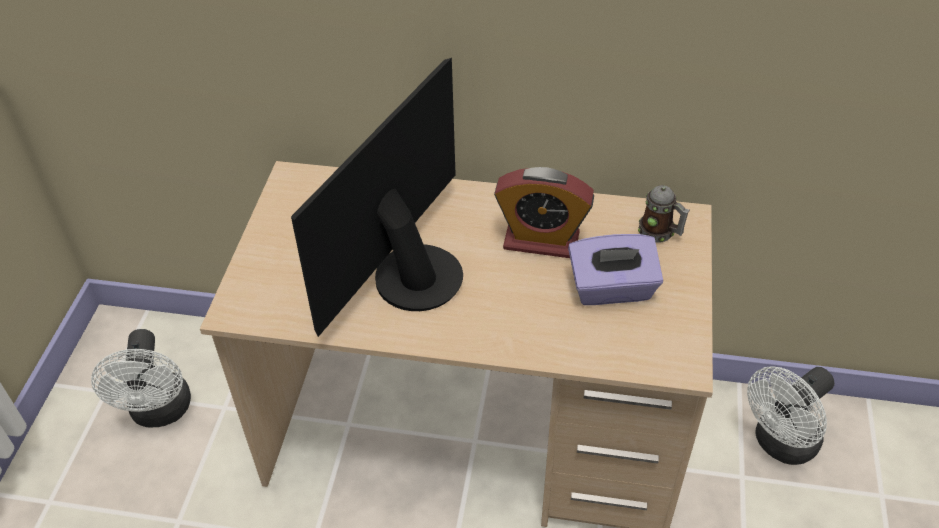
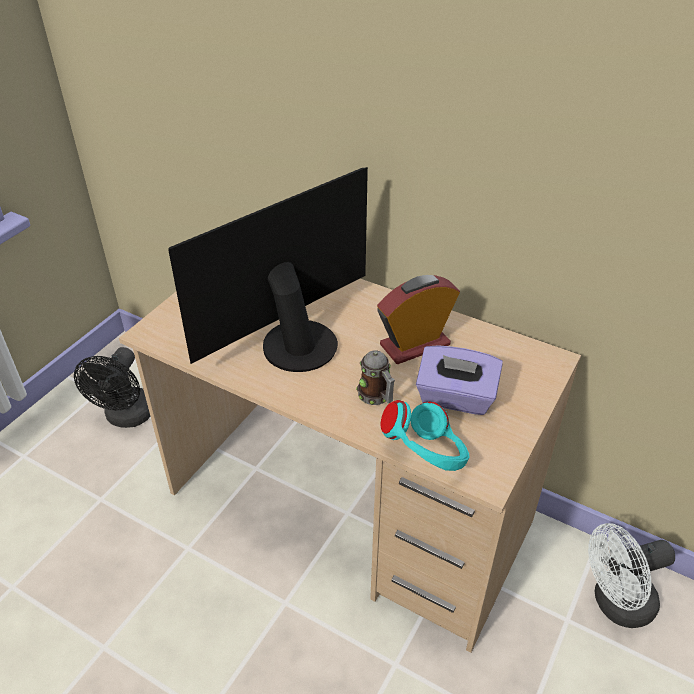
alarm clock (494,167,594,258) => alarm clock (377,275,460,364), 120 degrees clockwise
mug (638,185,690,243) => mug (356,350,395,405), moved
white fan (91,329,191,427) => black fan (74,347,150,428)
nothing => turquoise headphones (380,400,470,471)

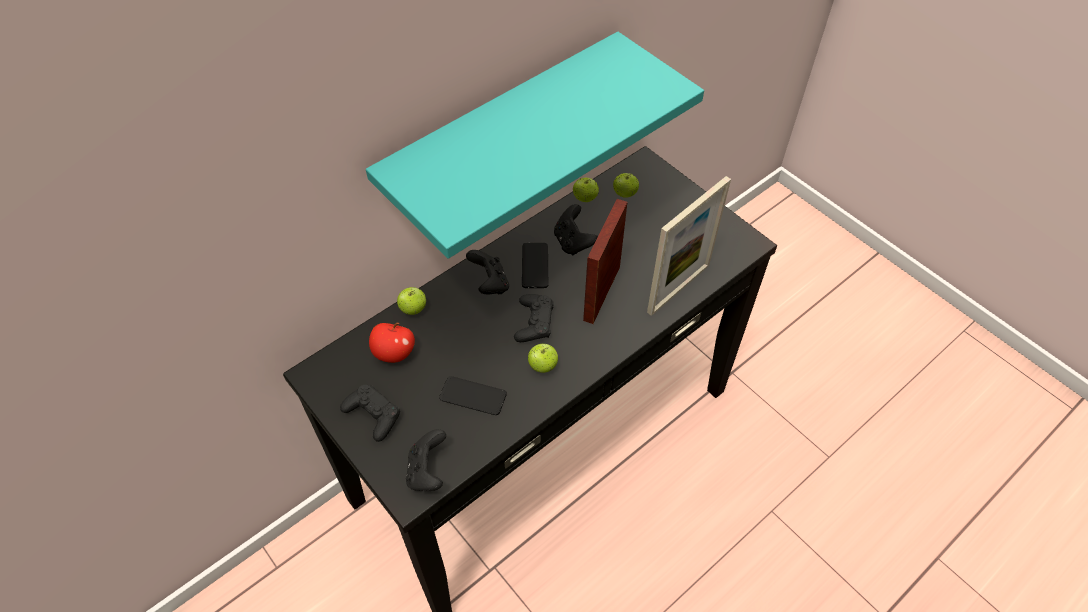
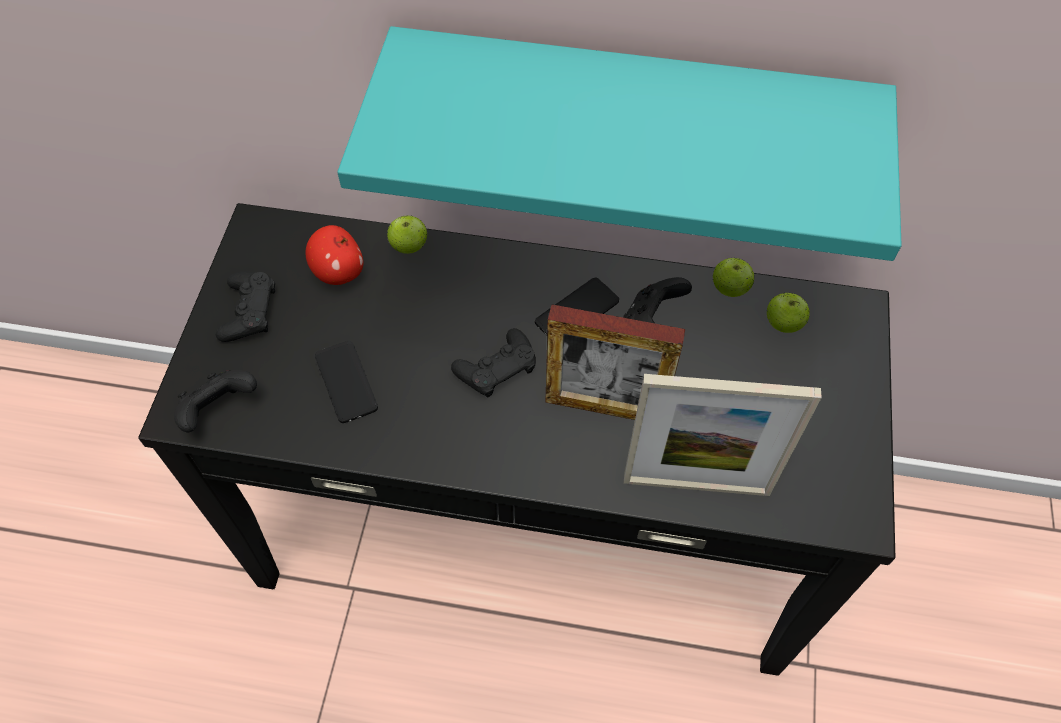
picture frame (583,199,627,324) => picture frame (545,305,685,420), 150 degrees counterclockwise
black game controller (466,250,509,295) => nothing
apple (528,343,558,373) => nothing

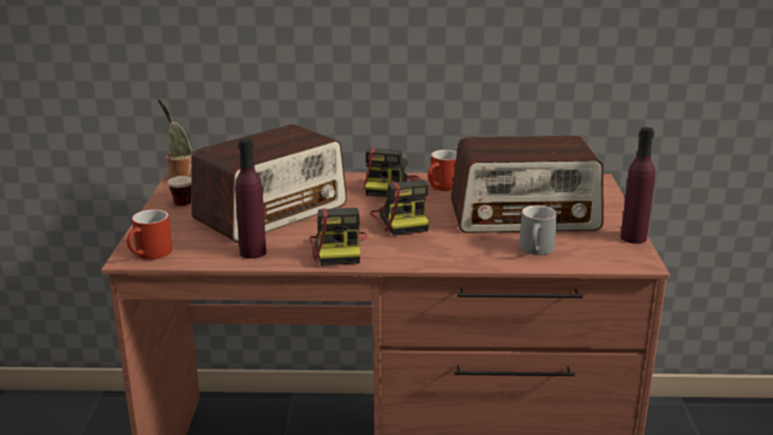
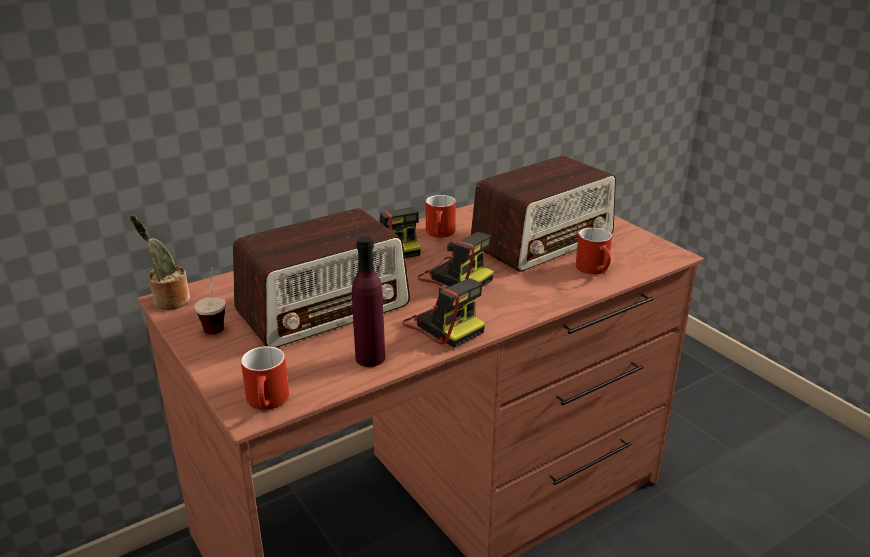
radio (191,124,347,242) => radio (233,208,410,348), 45 degrees clockwise
purple bottle (620,127,655,244) => nothing
grey mug (520,205,557,255) => red mug (576,227,612,275)

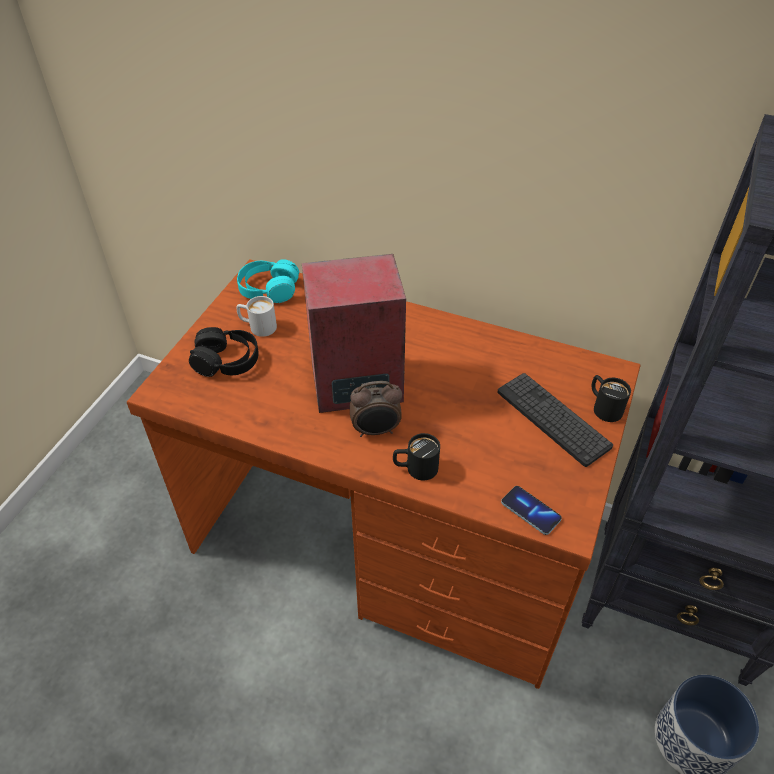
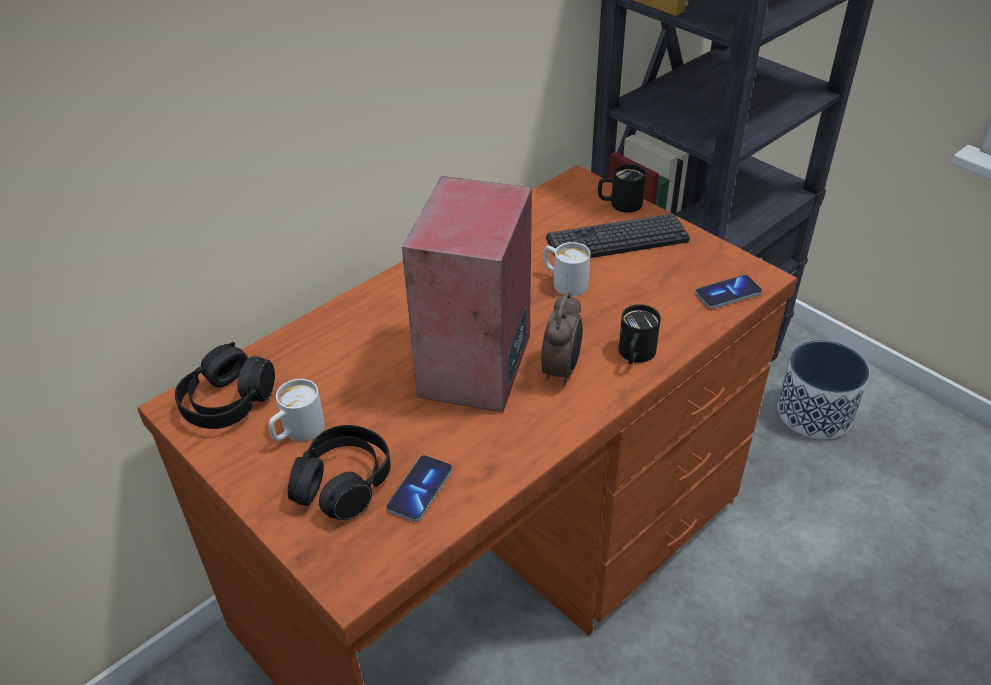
turquoise headphones (237,259,299,303) => black headphones (175,342,275,429)
nothing => white mug (544,242,591,296)
nothing => phone (386,455,453,522)

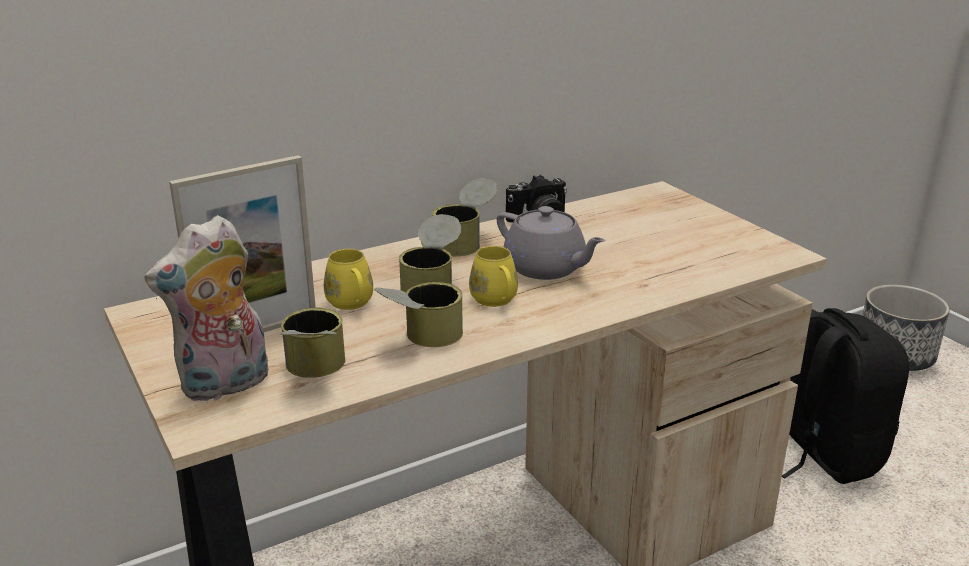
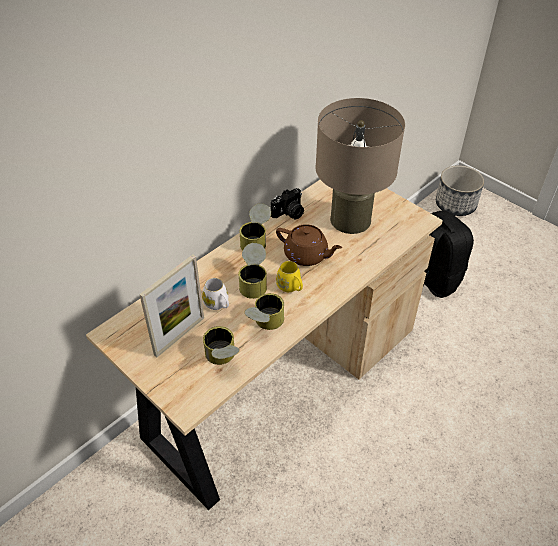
grey teapot (497,206,605,280) => brown teapot (276,224,342,266)
plush toy (144,215,268,402) => nothing
yellow mug (324,249,373,310) => white mug (202,278,229,310)
nothing => beige table lamp (315,98,405,234)

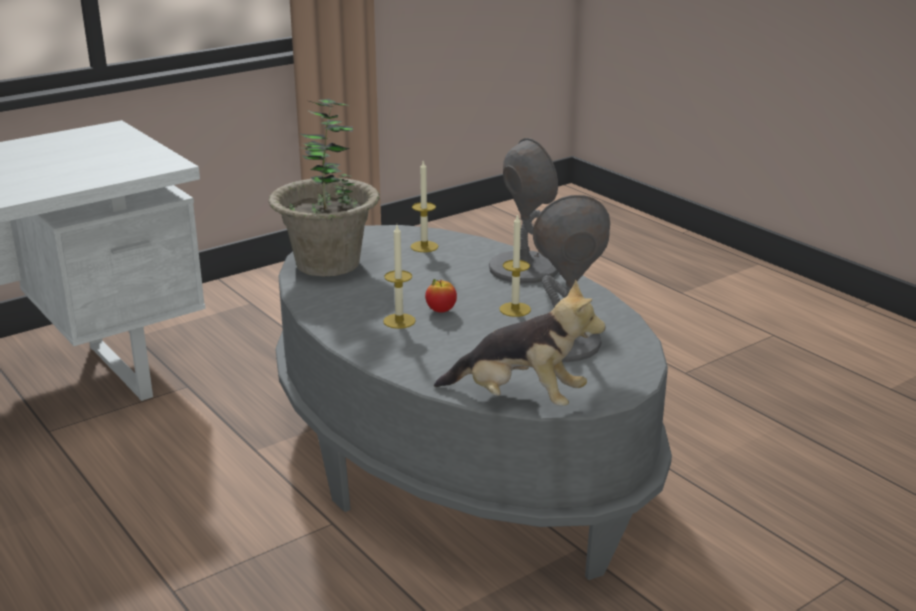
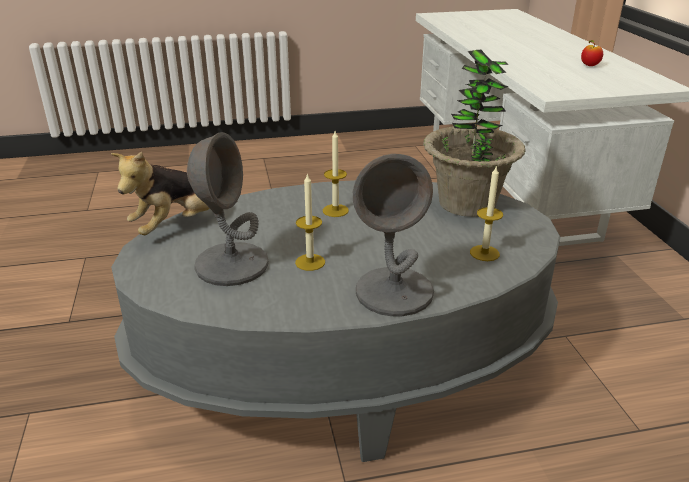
apple (425,279,457,313) => apple (581,40,603,66), moved

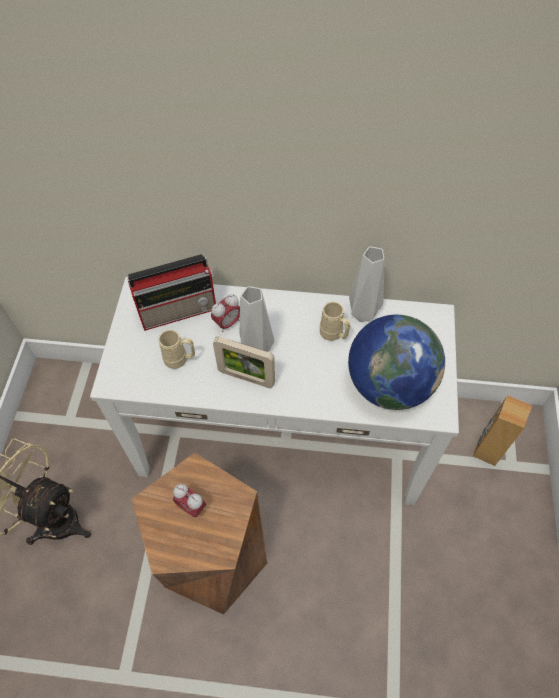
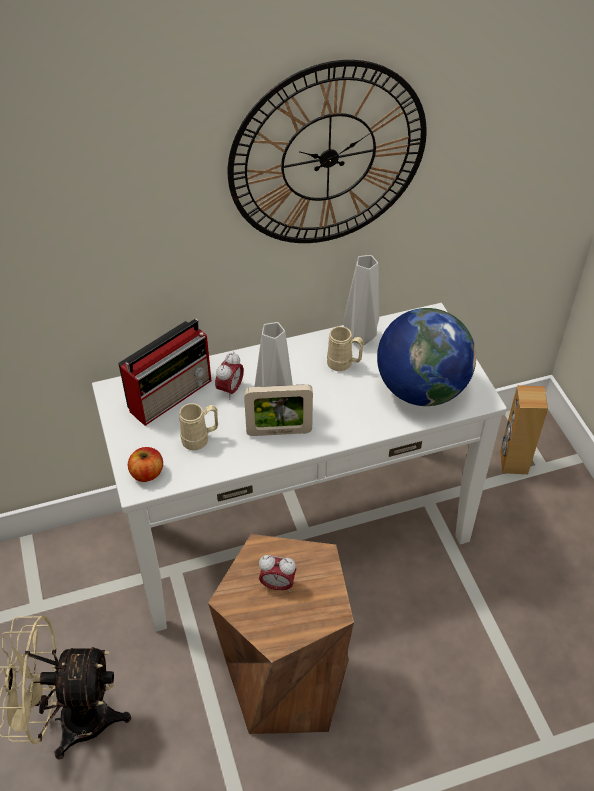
nothing => wall clock (228,60,427,243)
nothing => apple (128,447,163,482)

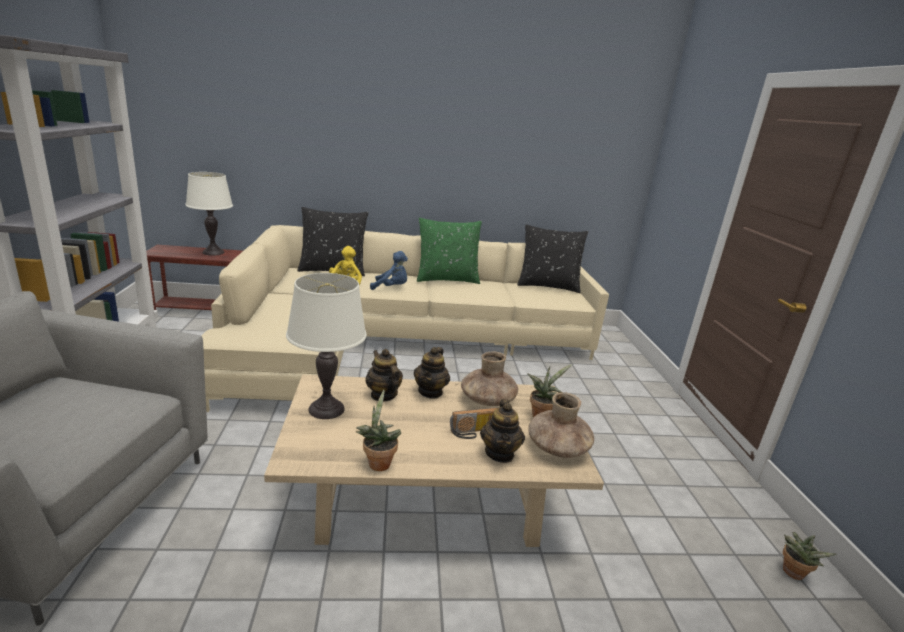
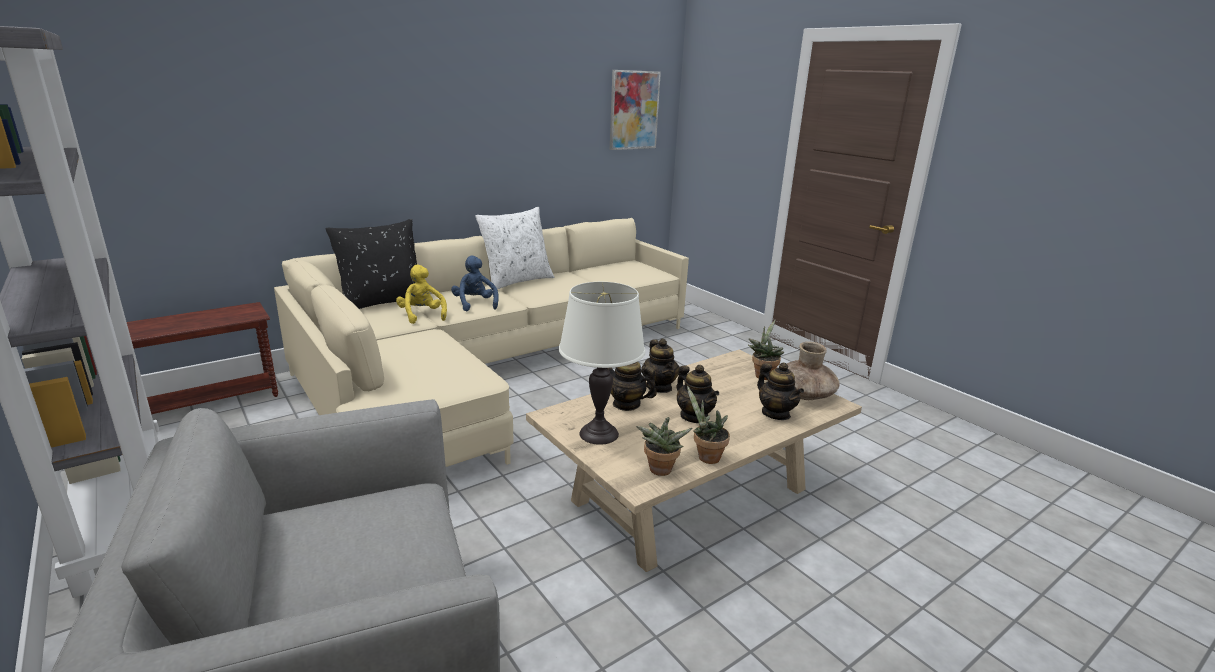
white table lamp (185,172,233,256) => nothing
green pillow (417,218,482,284) => white pillow (476,207,554,291)
black pillow (517,224,588,293) => nothing
blue plush toy (370,251,408,290) => blue plush toy (451,256,499,312), 90 degrees counterclockwise
brown vase (461,352,518,406) => nothing
radio (450,407,499,439) => nothing
potted plant (783,532,837,580) => potted plant (636,417,692,476), moved
nothing => picture (610,70,661,150)
nothing => teapot (677,365,719,423)

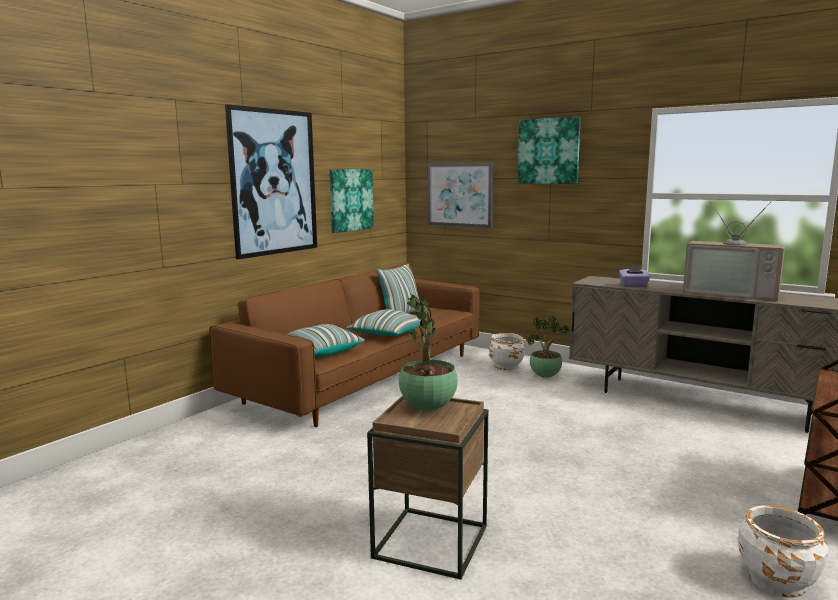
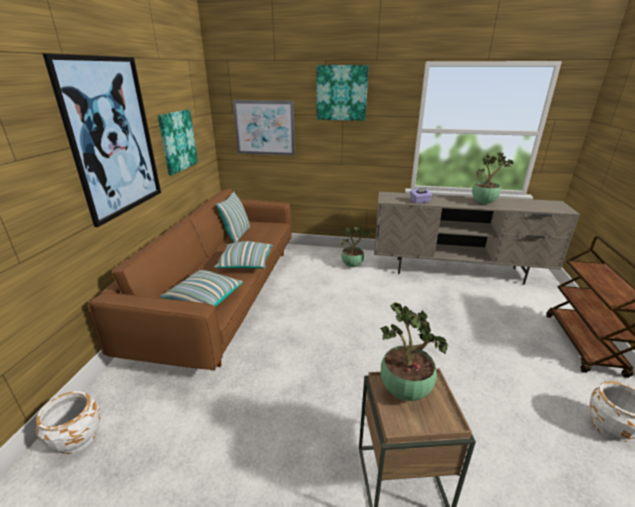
television (683,200,785,302) => potted plant (472,152,514,204)
white planter (488,333,526,370) => white planter (36,391,100,454), moved

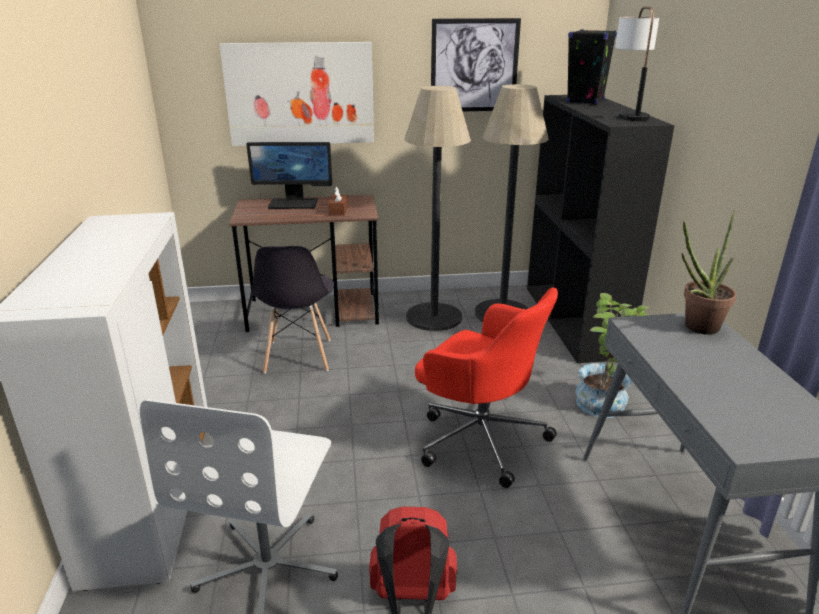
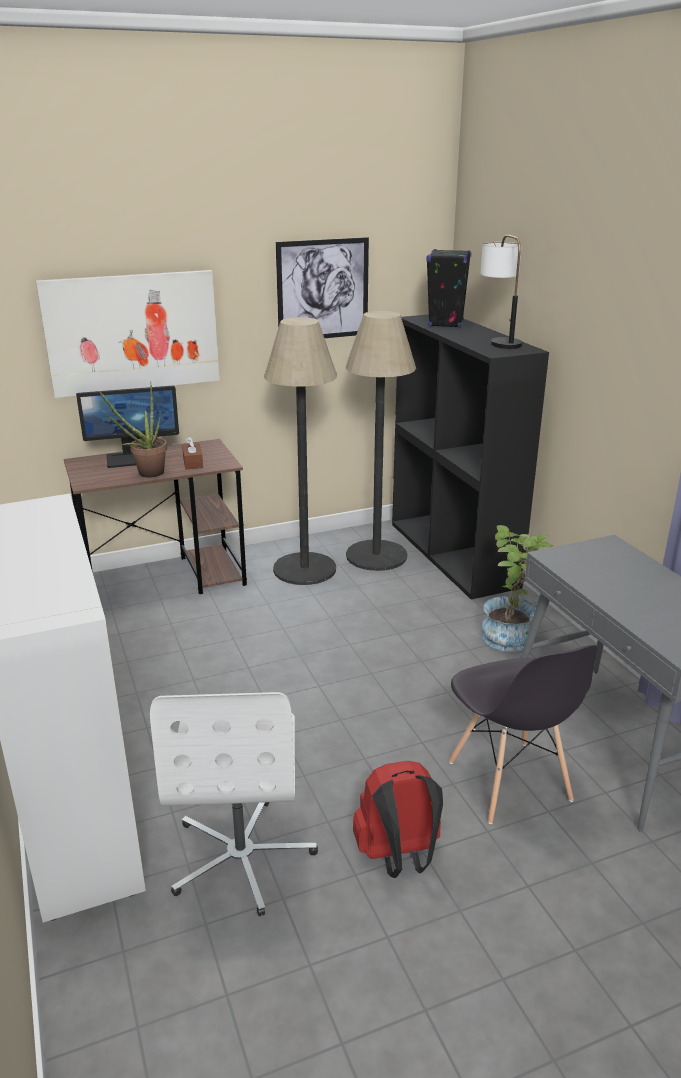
potted plant (681,210,737,335) => potted plant (99,381,167,478), moved
grey chair (251,246,334,374) => grey chair (449,645,597,824), moved
red office chair (415,287,558,488) => nothing

